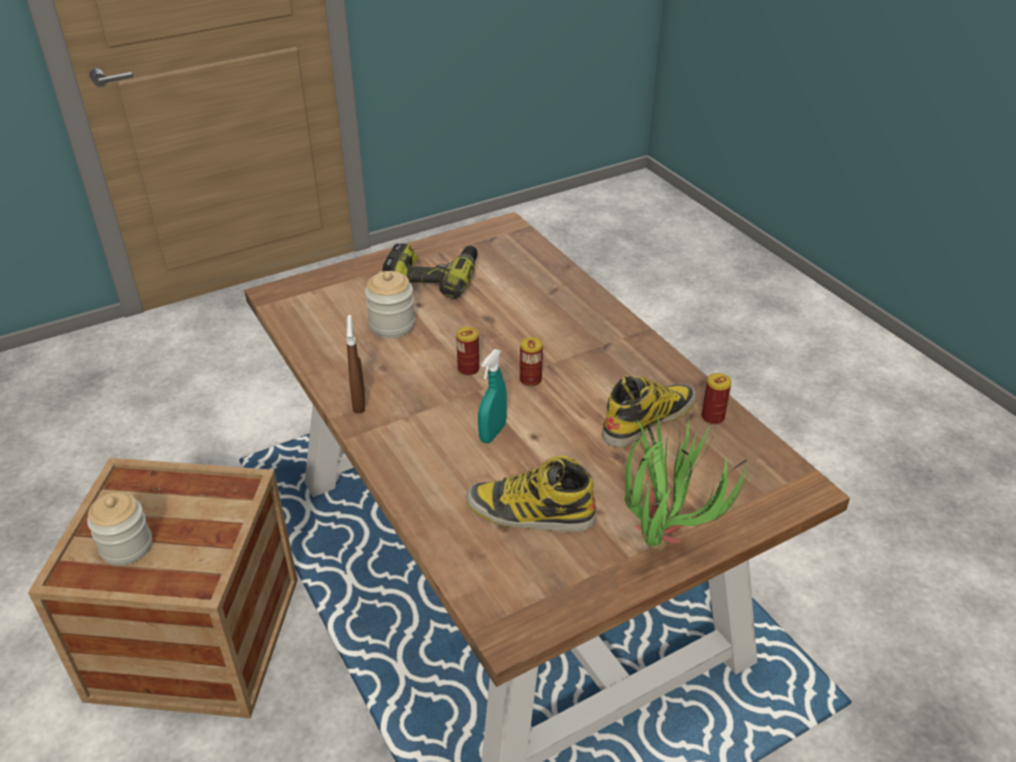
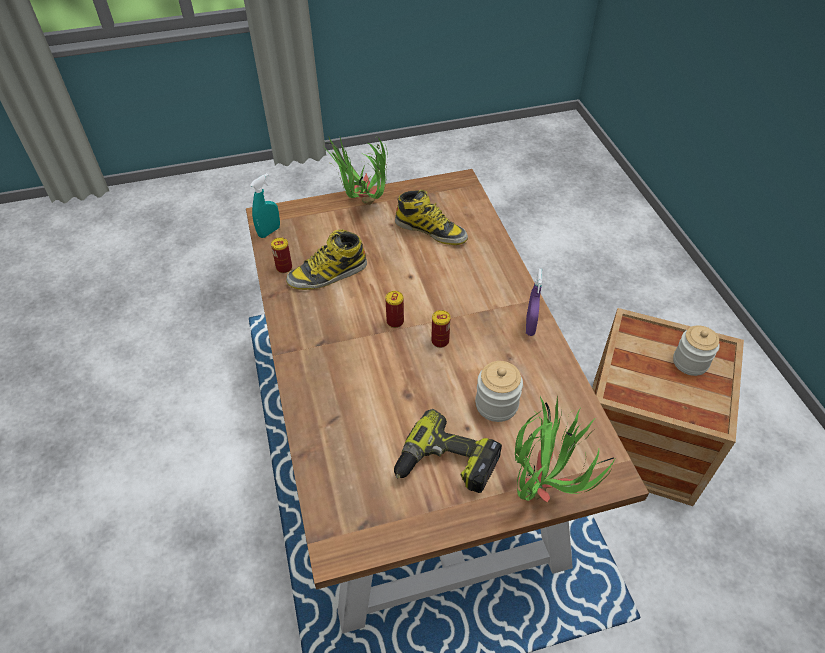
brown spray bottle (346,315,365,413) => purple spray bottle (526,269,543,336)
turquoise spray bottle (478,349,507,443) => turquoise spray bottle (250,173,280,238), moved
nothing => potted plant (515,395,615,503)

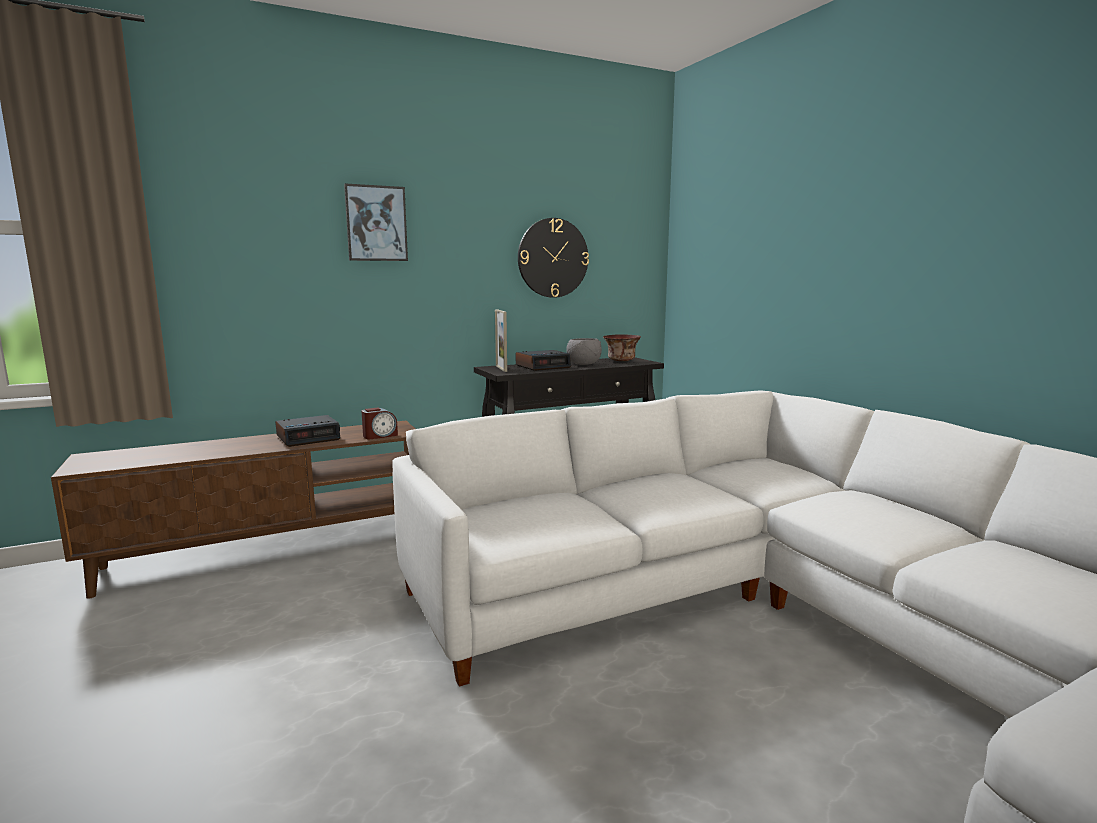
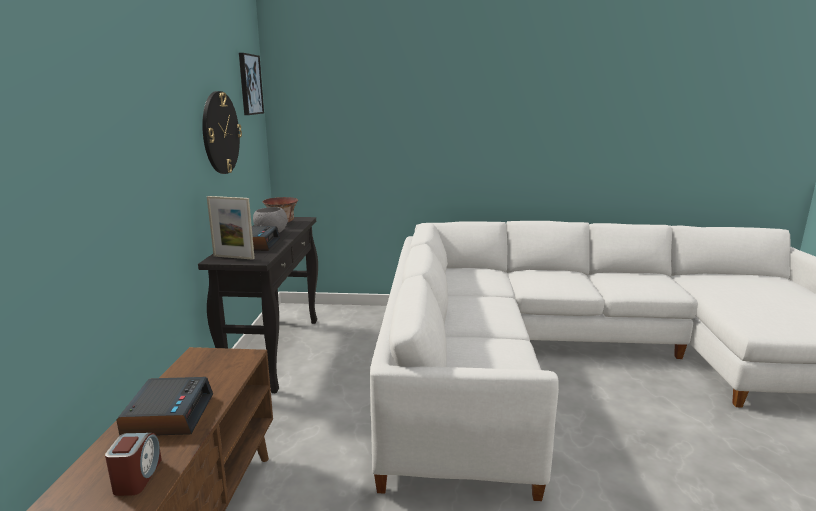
picture (344,183,408,261) => picture (239,53,264,115), moved
alarm clock (361,408,398,439) => alarm clock (105,433,162,496), moved

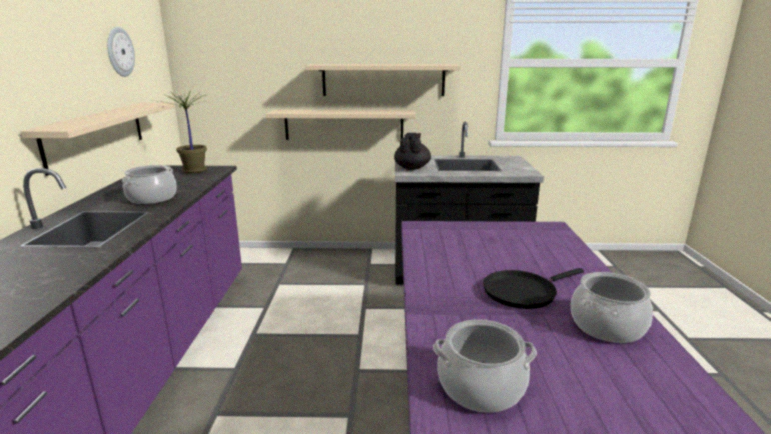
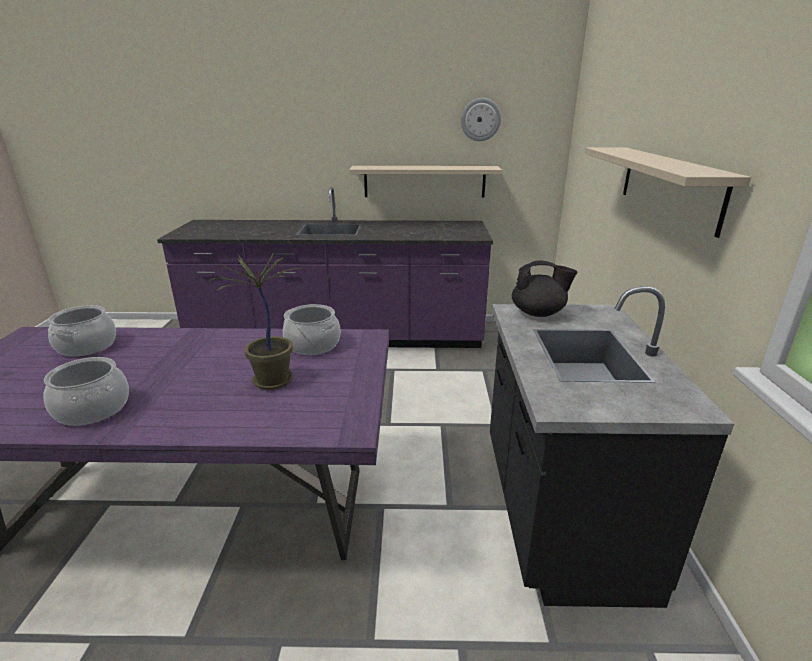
potted plant (158,90,208,174) => potted plant (209,252,301,390), moved
beige shelf (266,110,416,140) => nothing
cooking pot (122,165,177,204) => cooking pot (283,304,341,355), moved
black frying pan (483,268,584,309) => nothing

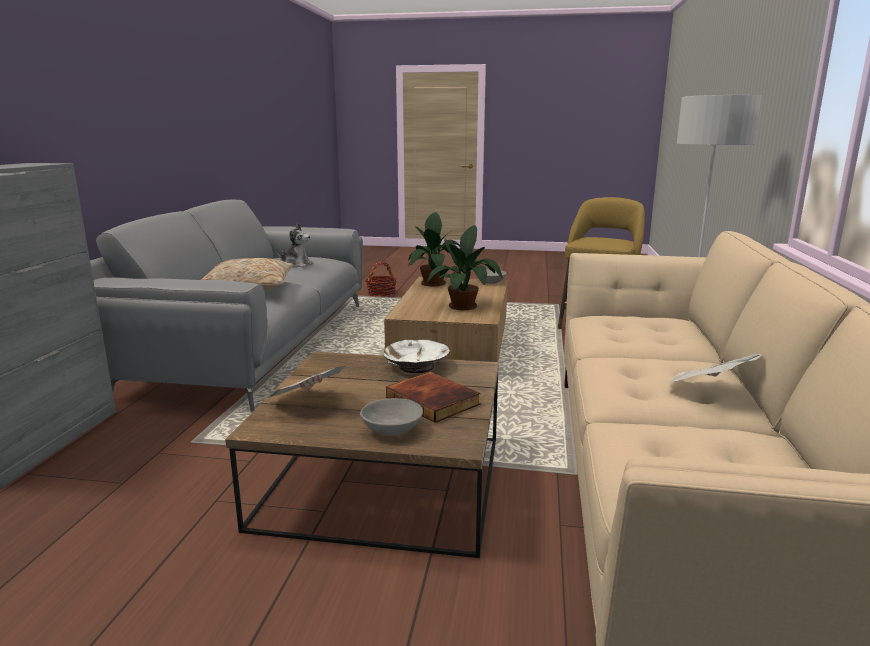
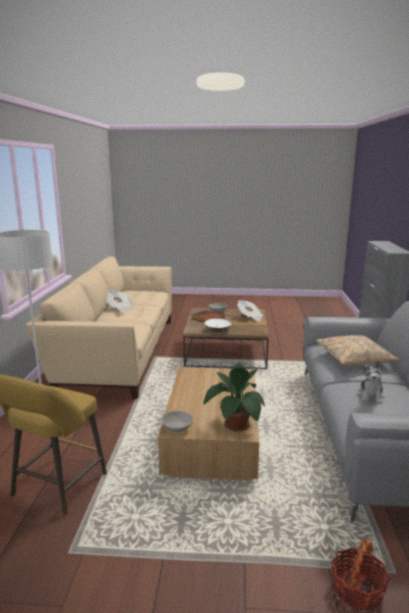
plush toy (276,223,313,267) => plush toy (357,360,384,404), 90 degrees counterclockwise
potted plant (427,225,503,310) => nothing

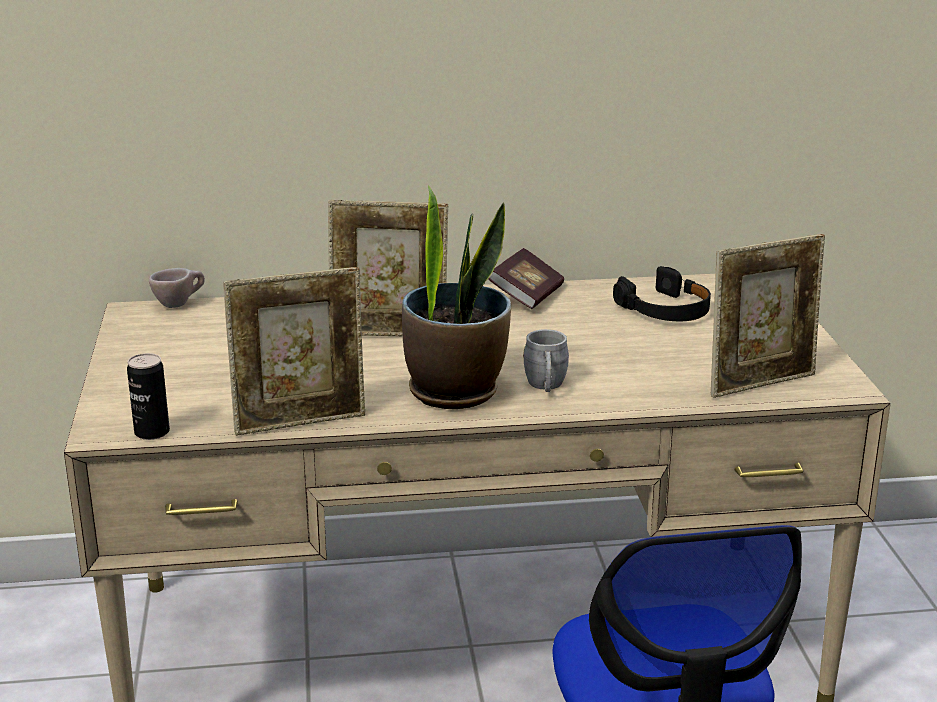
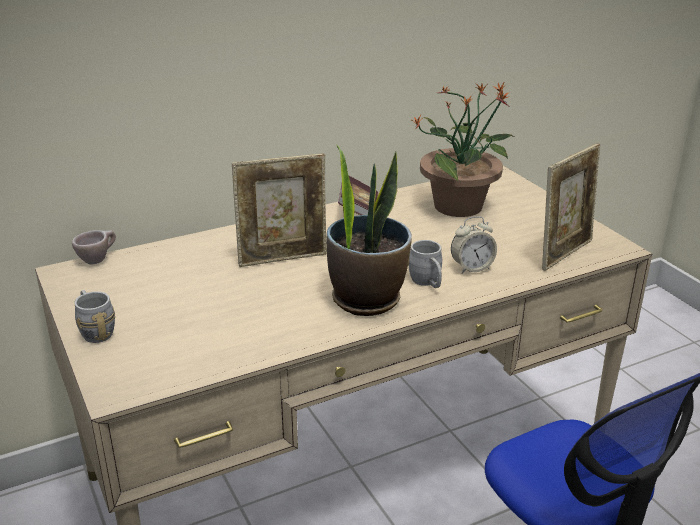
black headphones (613,266,711,321) => potted plant (410,81,514,217)
picture frame (223,267,365,436) => nothing
can (127,353,170,440) => nothing
nothing => alarm clock (451,216,497,274)
nothing => grey mug (74,290,115,343)

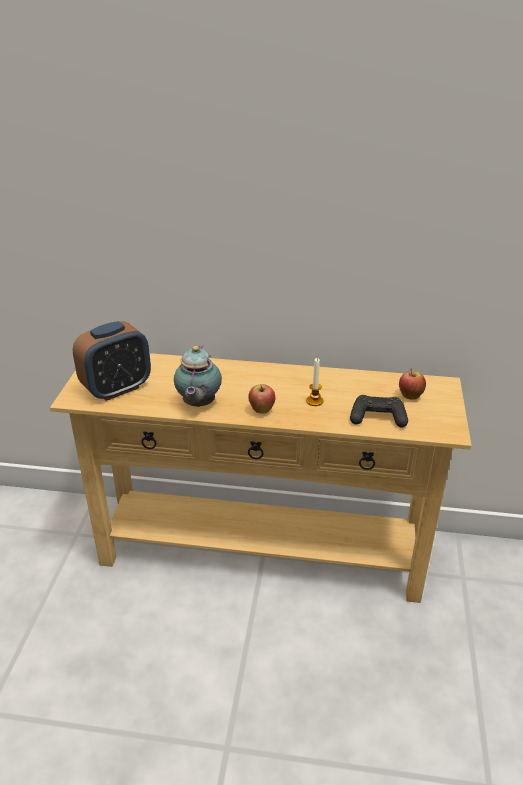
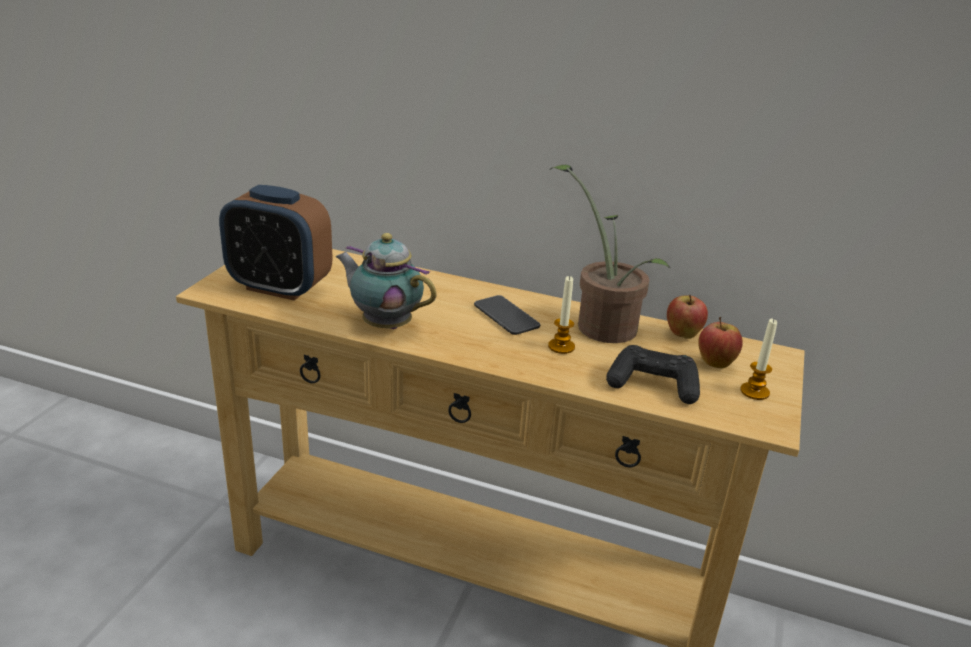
alarm clock (73,321,151,401) => alarm clock (219,185,333,301), 45 degrees clockwise
teapot (174,346,222,407) => teapot (336,233,436,329), 105 degrees clockwise
apple (248,384,275,414) => apple (667,295,708,339), moved
nothing => potted plant (551,165,671,343)
nothing => phone (474,295,540,335)
nothing => candle (740,319,777,400)

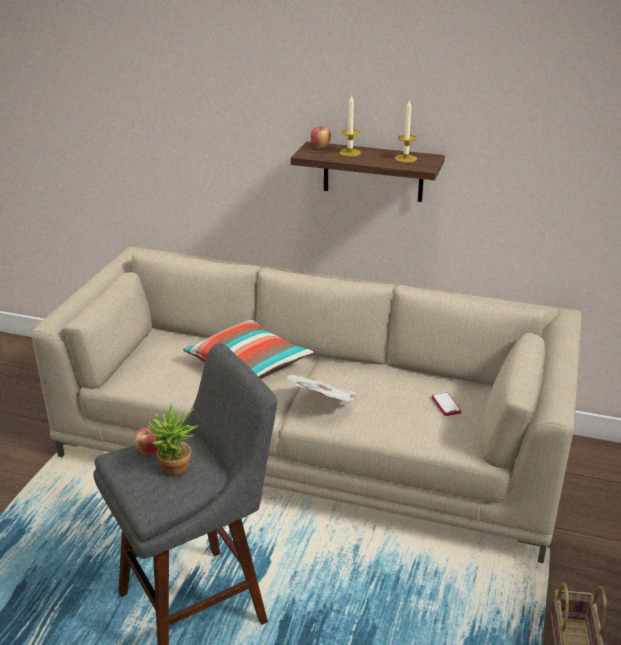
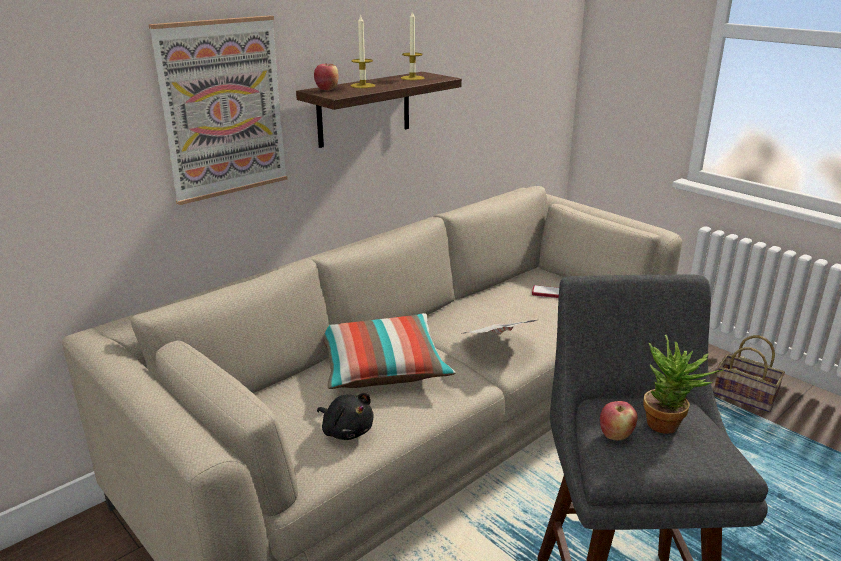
nothing => picture (148,15,287,205)
nothing => black plush toy (317,393,373,440)

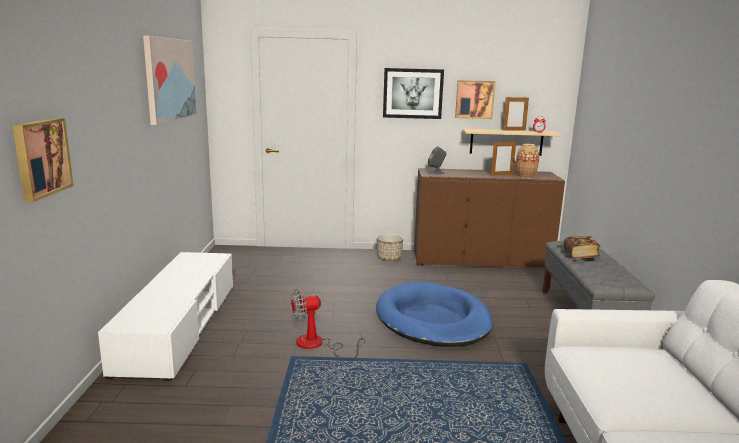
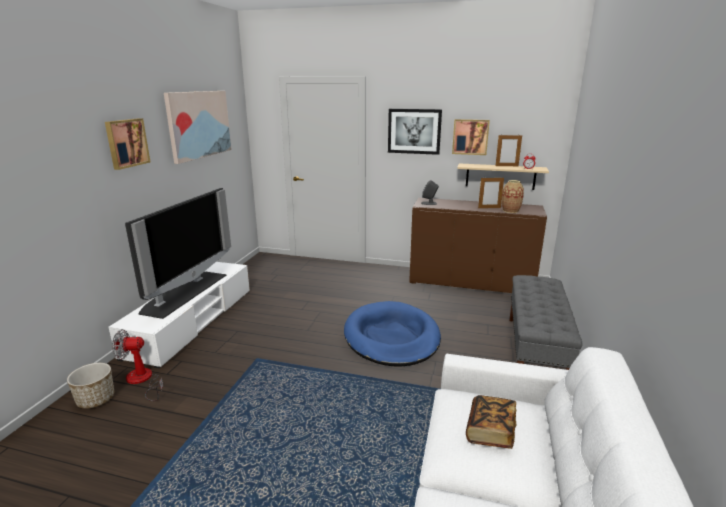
picture (12,118,74,202) => picture (105,118,150,170), moved
planter (377,234,403,261) => planter (67,363,114,409), moved
book (563,236,600,259) => book (466,395,516,449), moved
fan (291,289,365,359) => fan (112,329,163,401), moved
nothing => television (125,188,231,319)

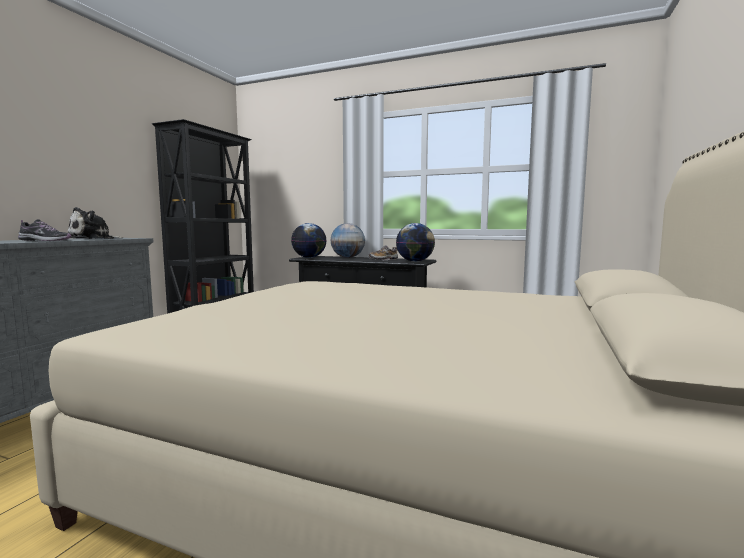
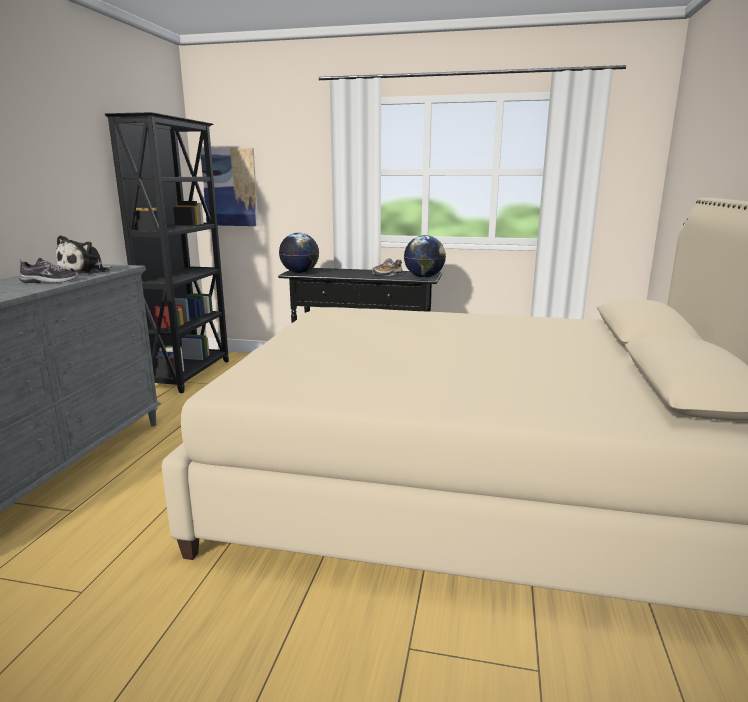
globe (330,223,365,258) => nothing
nothing => picture (201,148,258,226)

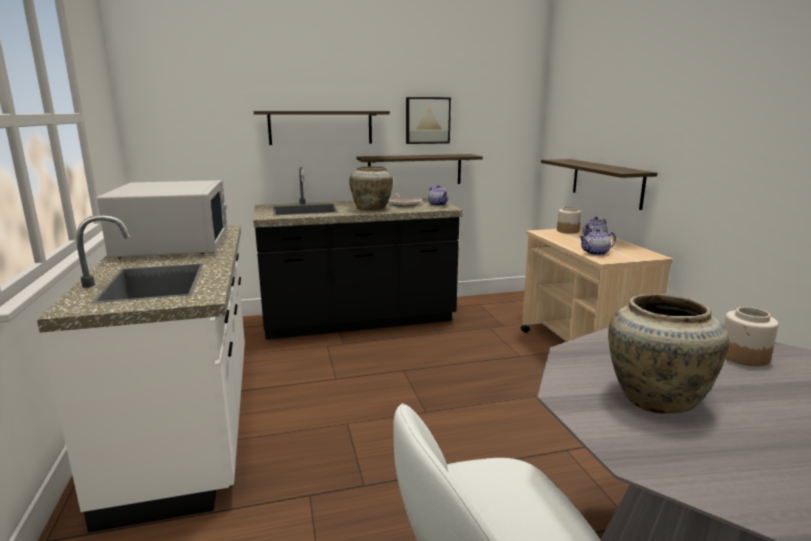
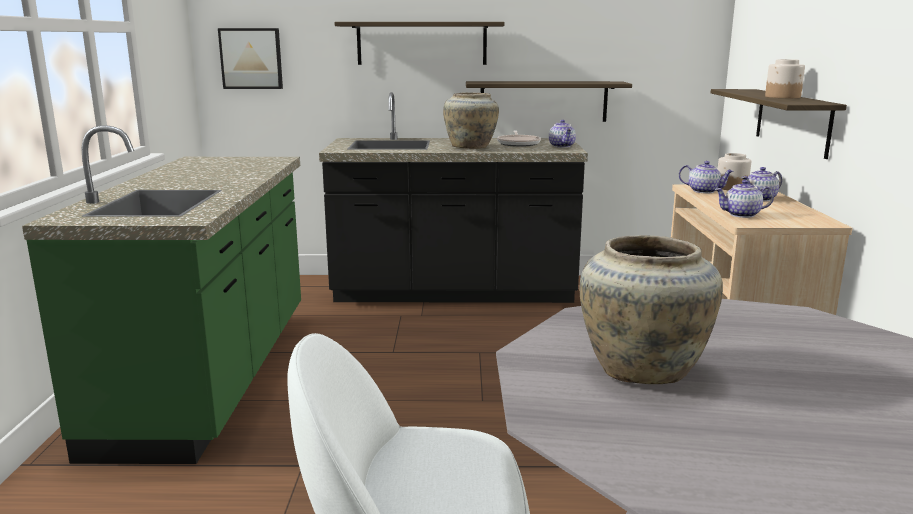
picture (406,97,451,144) => picture (218,28,283,89), moved
white microwave (97,180,227,258) => nothing
white counter (37,215,245,533) => green counter (22,125,301,464)
jar (724,307,779,366) => jar (765,59,805,98), moved
nothing => teapot (679,161,734,194)

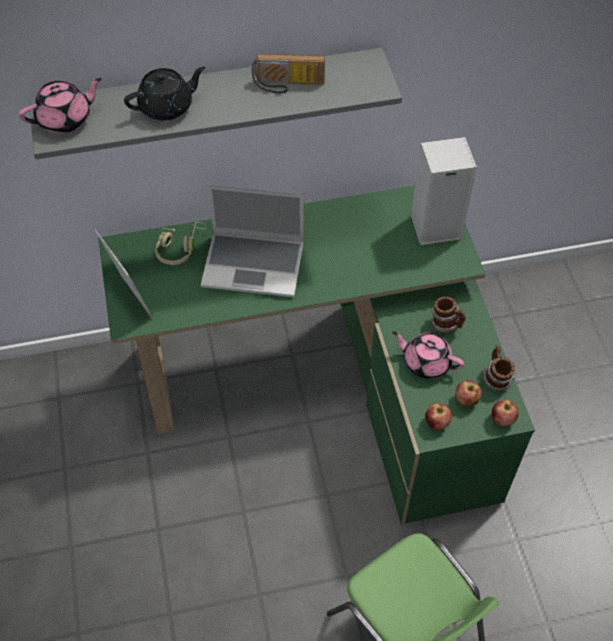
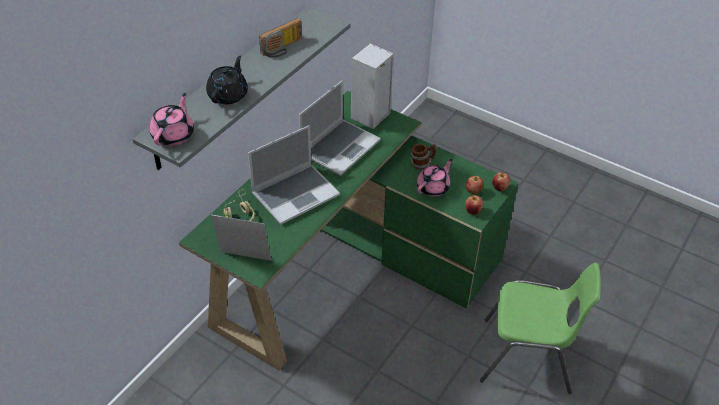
pink teapot (392,331,464,379) => pink teapot (417,159,453,196), 150 degrees clockwise
mug (483,345,516,391) => nothing
nothing => laptop (299,81,381,176)

